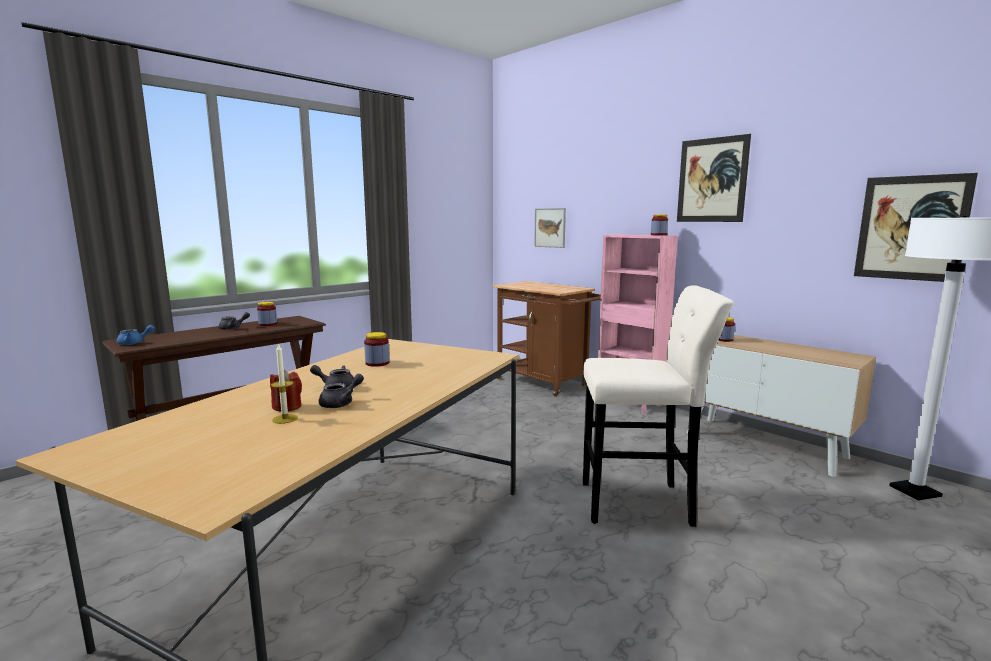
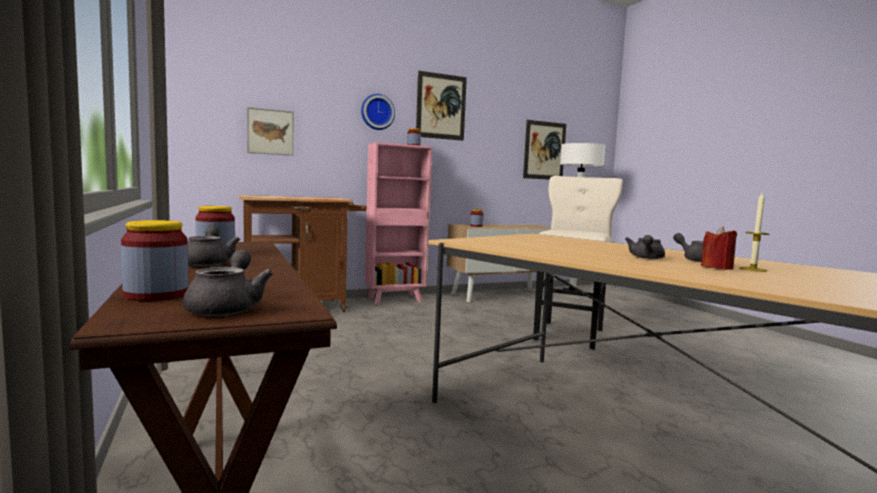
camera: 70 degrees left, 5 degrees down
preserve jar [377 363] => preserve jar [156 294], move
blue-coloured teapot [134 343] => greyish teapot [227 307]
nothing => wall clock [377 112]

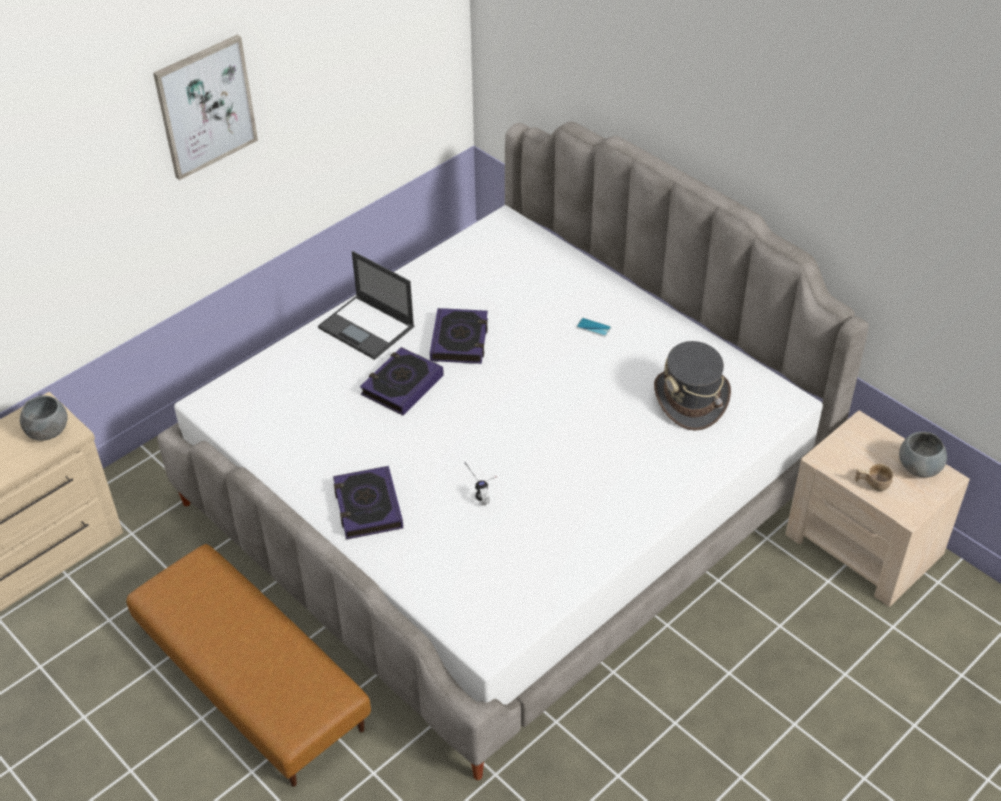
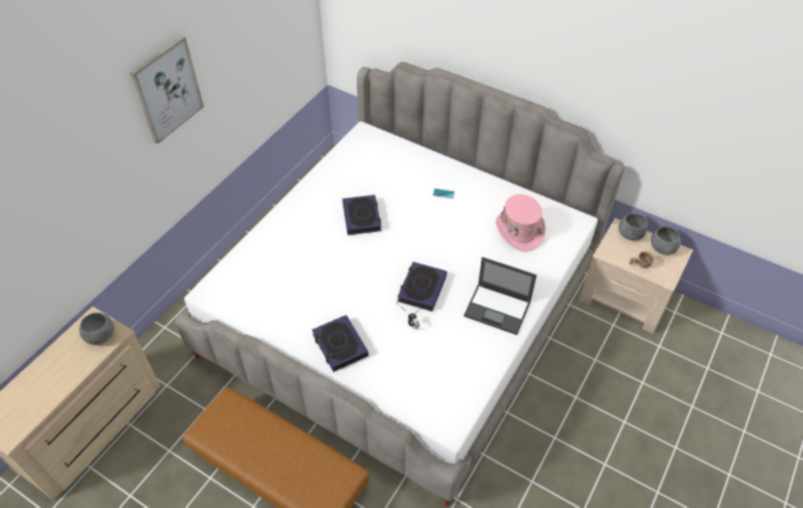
camera: 15 degrees left, 5 degrees up
book [402 385] => book [422 289], move
portable computer [367 328] => portable computer [498 309], move
greyish wearable hat [691 399] => pinkish wearable hat [519 231]
nothing => greyish deep dish [630 235]

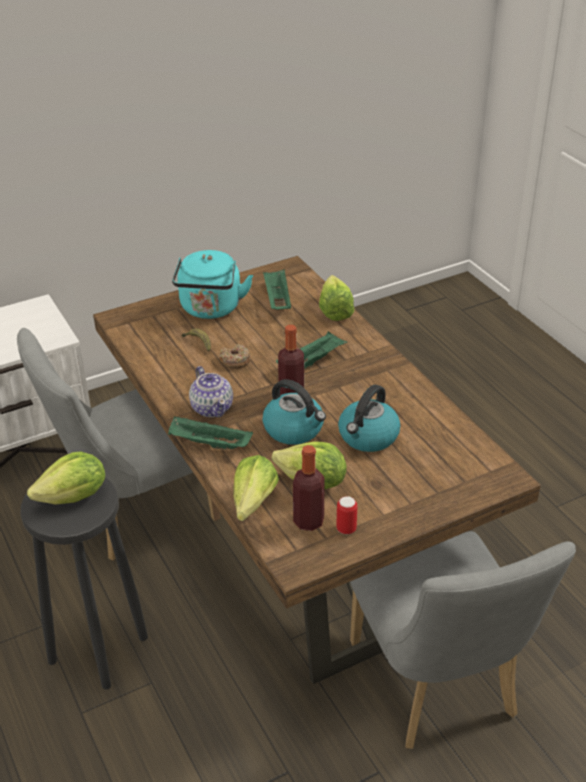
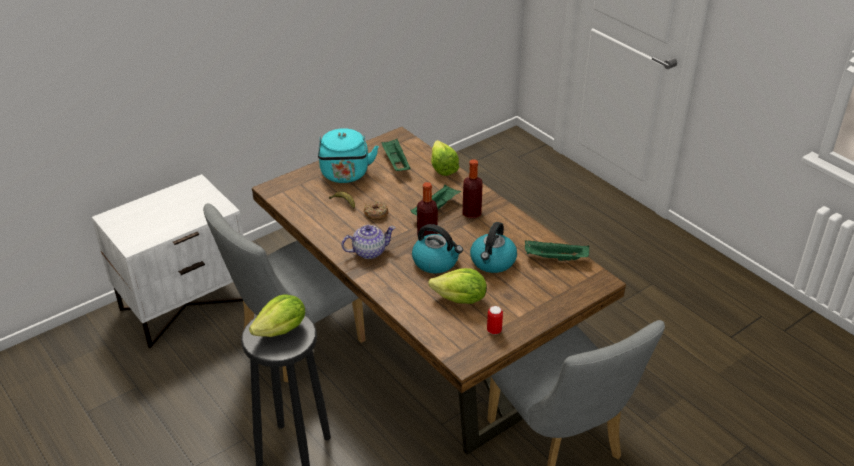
camera: 10 degrees left, 0 degrees up
teapot [212 408] => teapot [368 252], 75 degrees counterclockwise
bottle [308 521] => bottle [471 213], move
greenish serving tray [209 444] => greenish serving tray [554 258], move
lettuce [250 507] => nothing

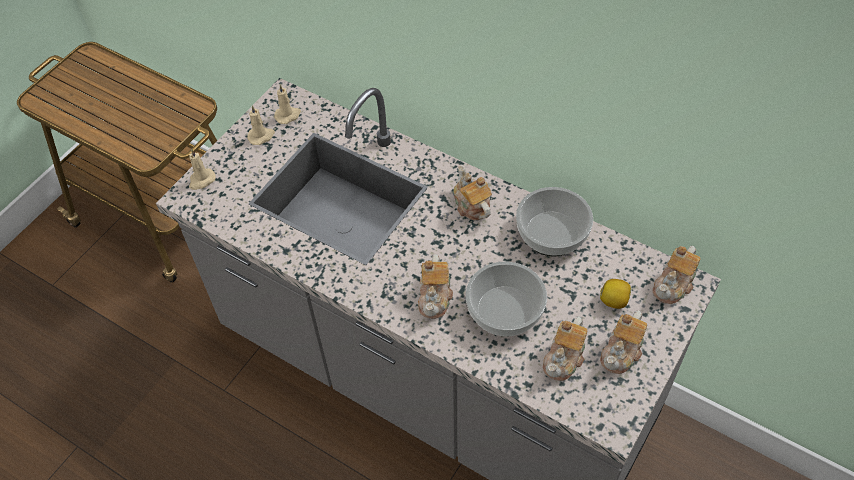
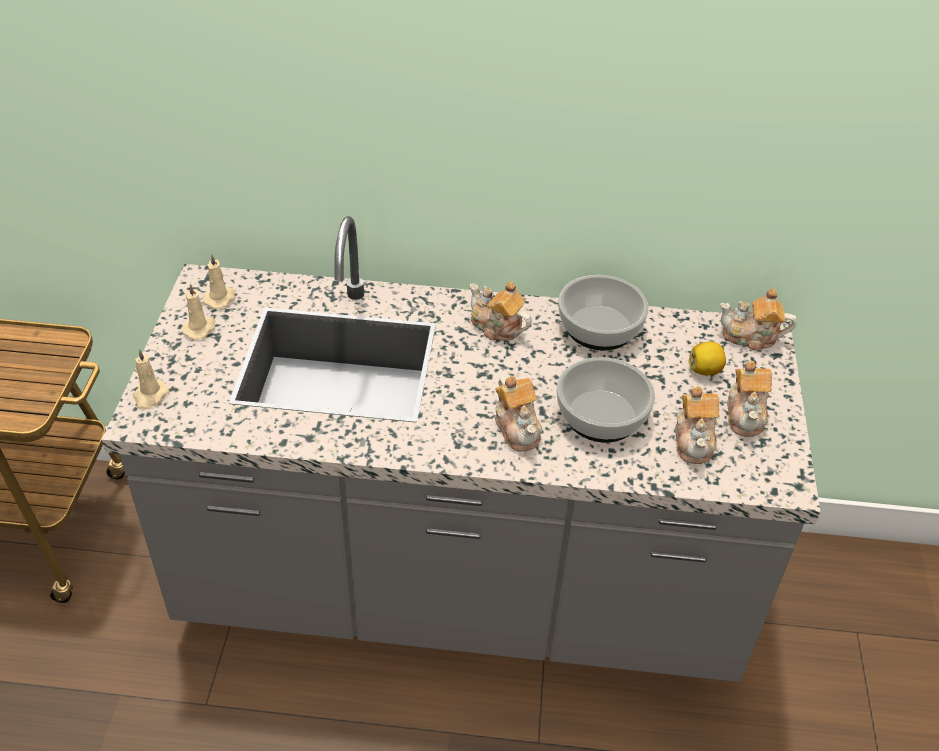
camera: 30 degrees left, 10 degrees down
teapot [674 285] => teapot [751 337], 90 degrees clockwise

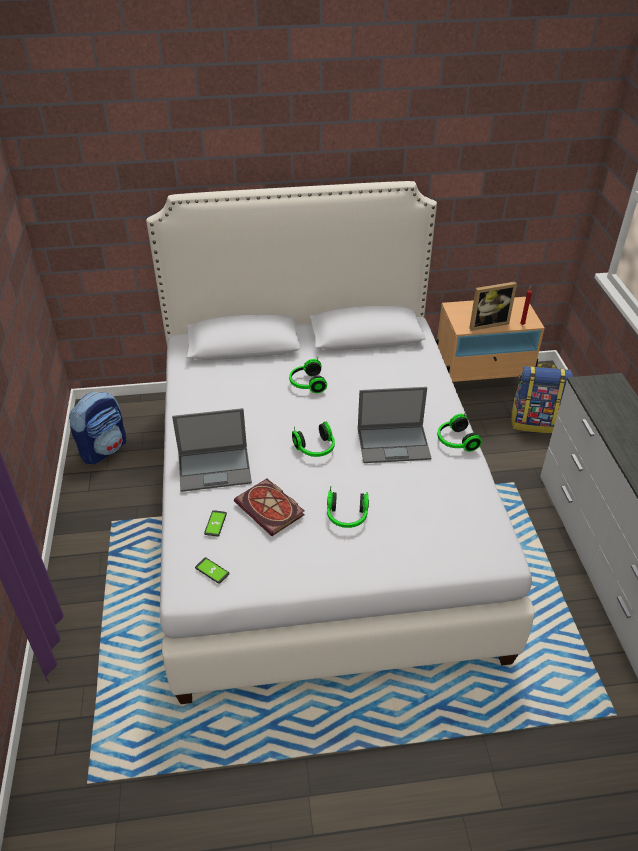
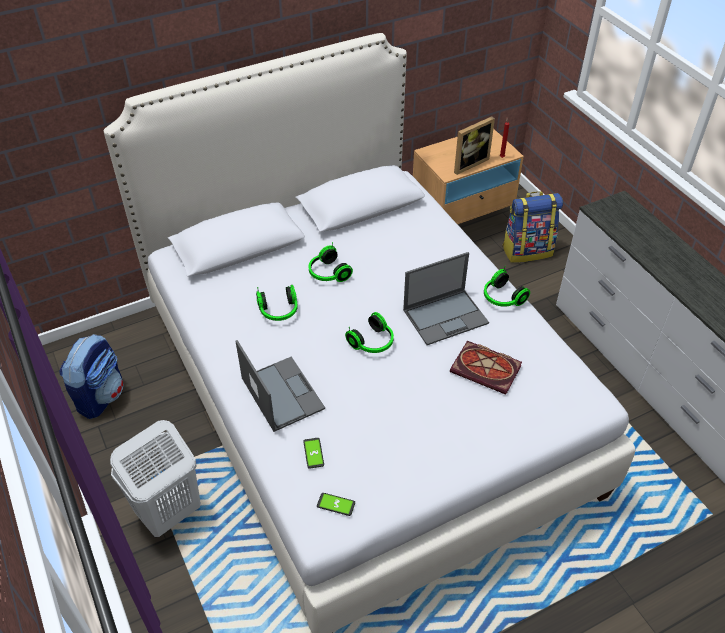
camera: 20 degrees left, 5 degrees up
nothing => whitish laundry basket [168 513]
portable computer [215 468] => portable computer [281 393], 90 degrees counterclockwise
pair of headphones [347 517] => pair of headphones [279 311], move
book [271 509] => book [487 369], move

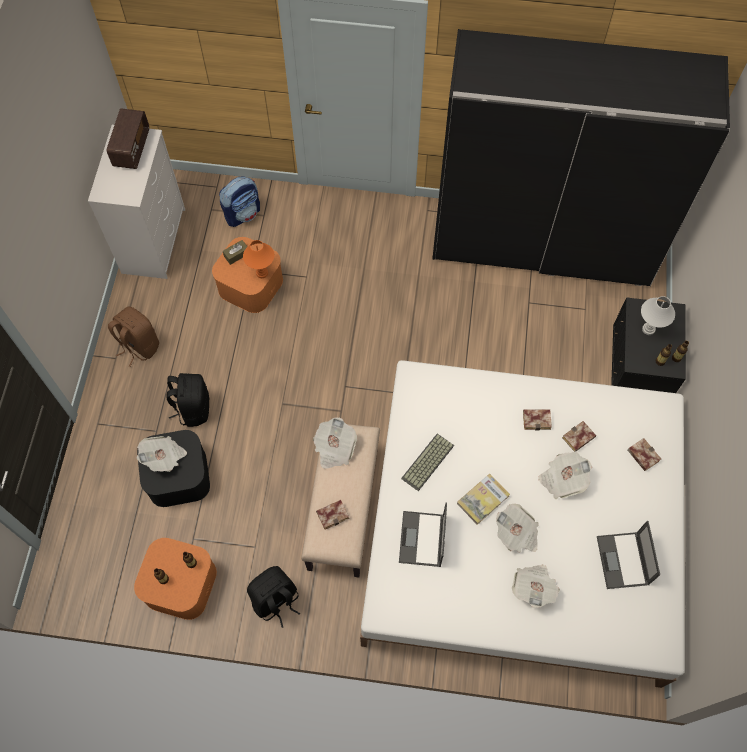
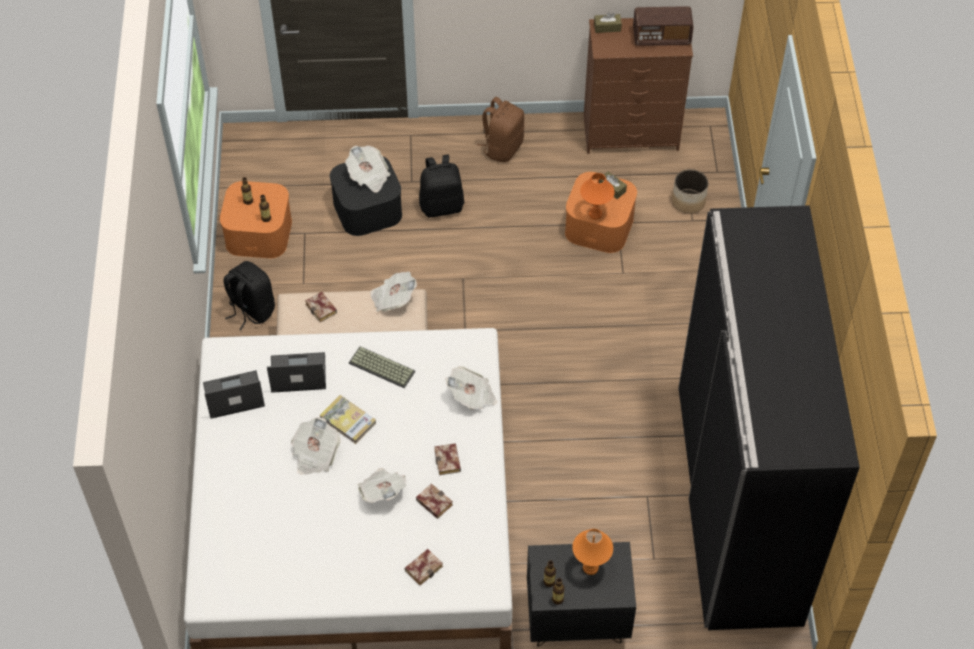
camera: 80 degrees right, 10 degrees down
portable computer [623 561] => portable computer [233 395], move
newspaper [533 587] => newspaper [472 396], move
whitish table lamp [648 329] => orangey table lamp [590 567]
whitish dresser [154 240] => brownish dresser [631 132]
nothing => brownish tissue holder [607 27]
rucksack [243 213] => planter [688 201]

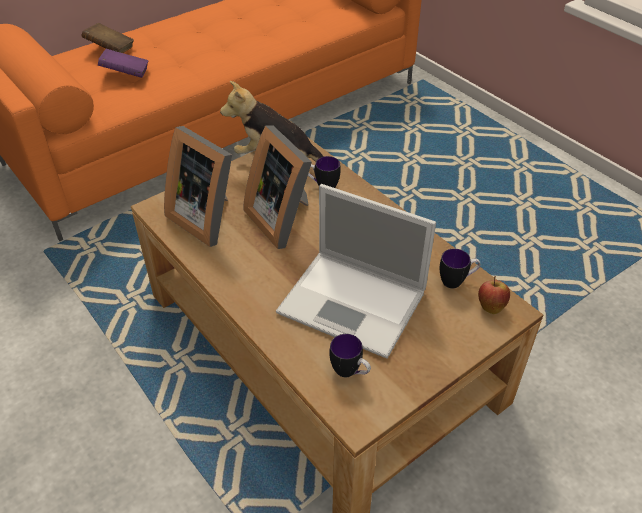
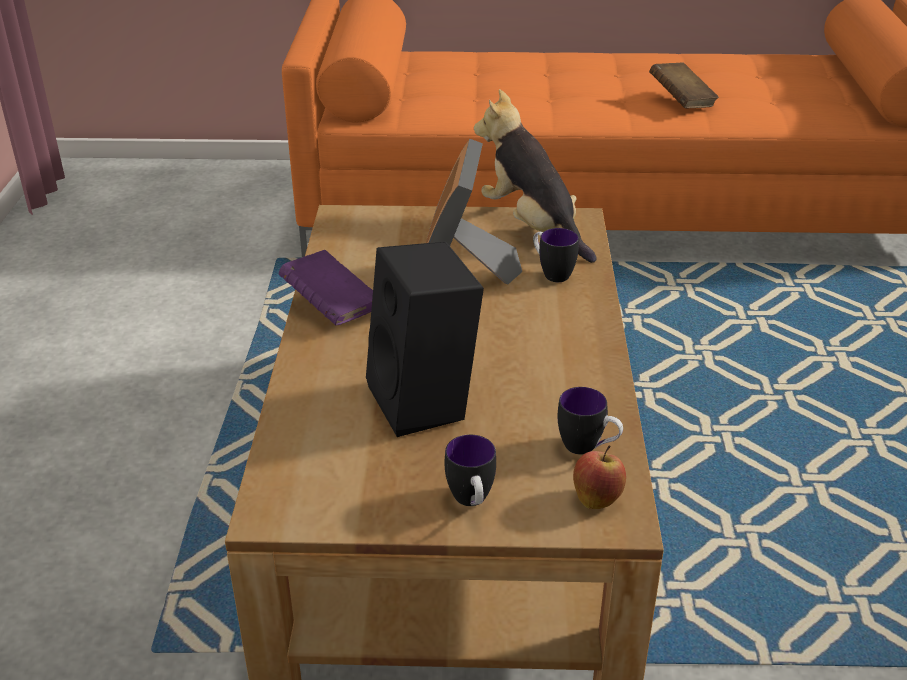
camera: 40 degrees right, 10 degrees down
purple-coloured book [126 74] => purple-coloured book [331 307], move
portable computer [354 303] => black-coloured audio speaker [426 403]
tea mug [350 372] => tea mug [472 502], move
brownish book [110 49] => brownish book [681 101], move
standing frame [207 217] => nothing

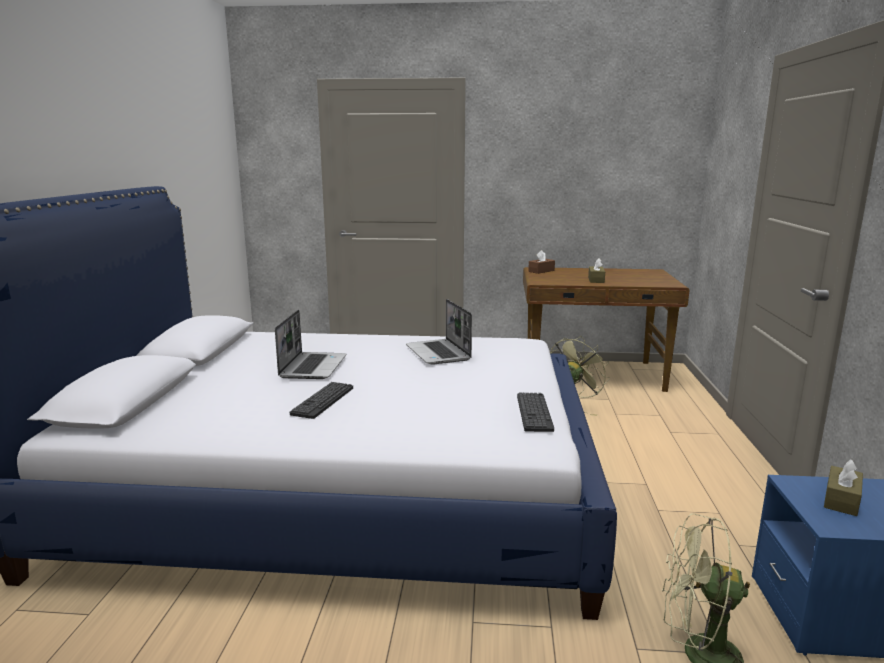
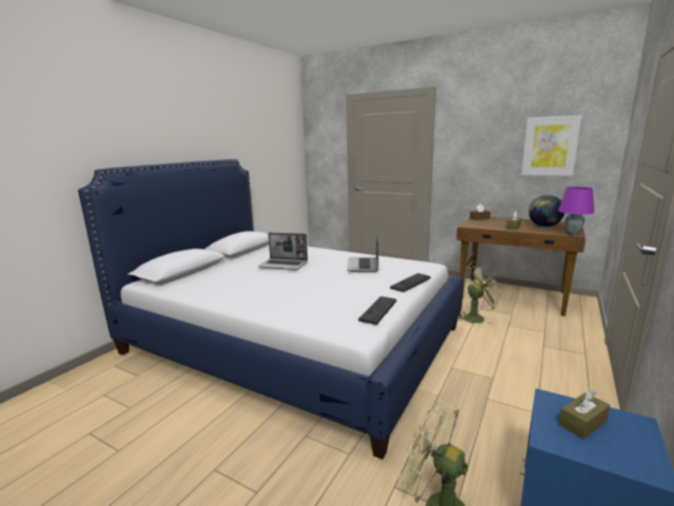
camera: 25 degrees right, 0 degrees up
portable computer [312 367] => portable computer [284 265], 75 degrees clockwise
PC keyboard [323 401] => PC keyboard [410 283], move
nothing => wall picture [550 146]
nothing => desk globe [544 226]
nothing => purple-coloured table lamp [572 233]

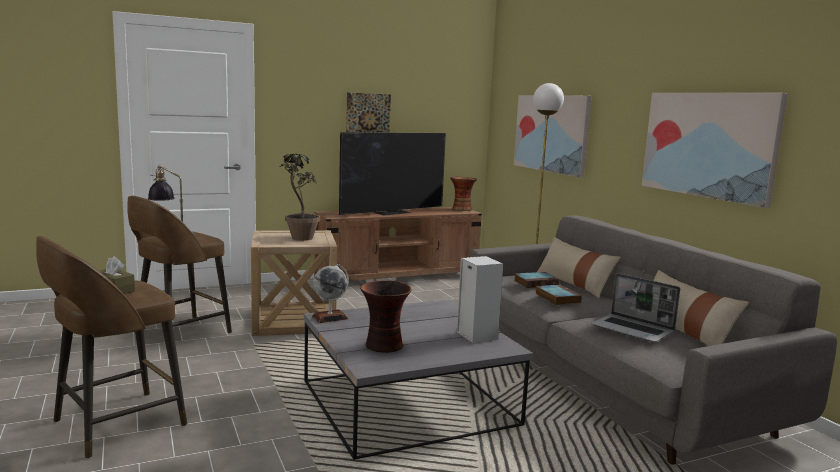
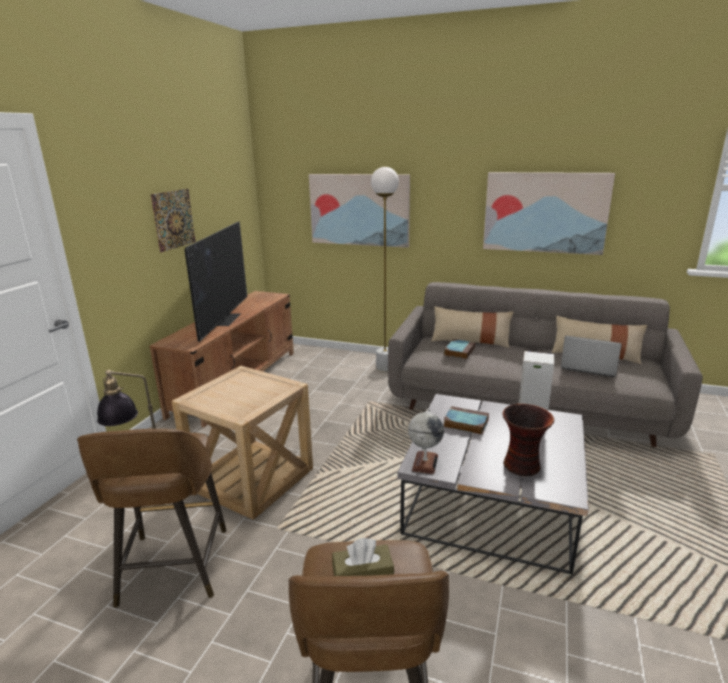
camera: 45 degrees left, 10 degrees up
book [557 298] => book [464 423], move
portable computer [633 330] => portable computer [588 367], 150 degrees counterclockwise
plant in a pot [299 240] => nothing
decorative vase [461 209] => nothing

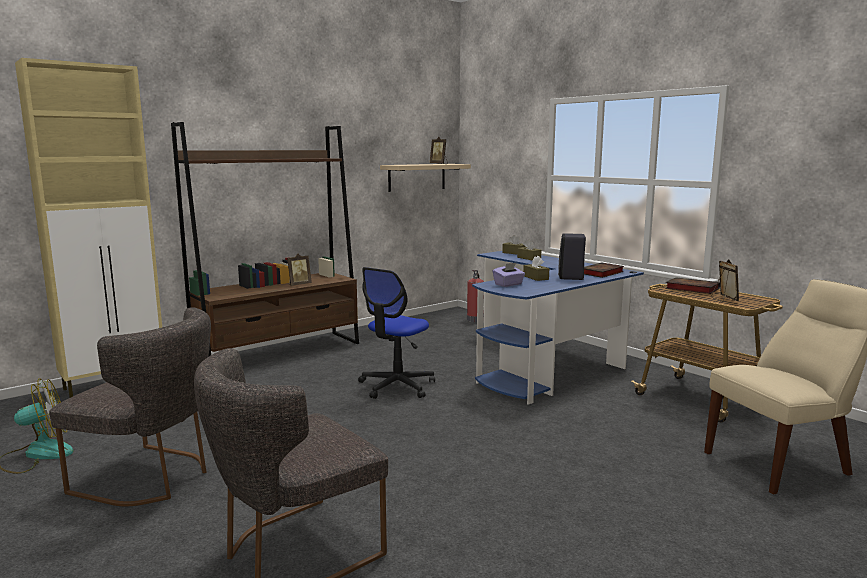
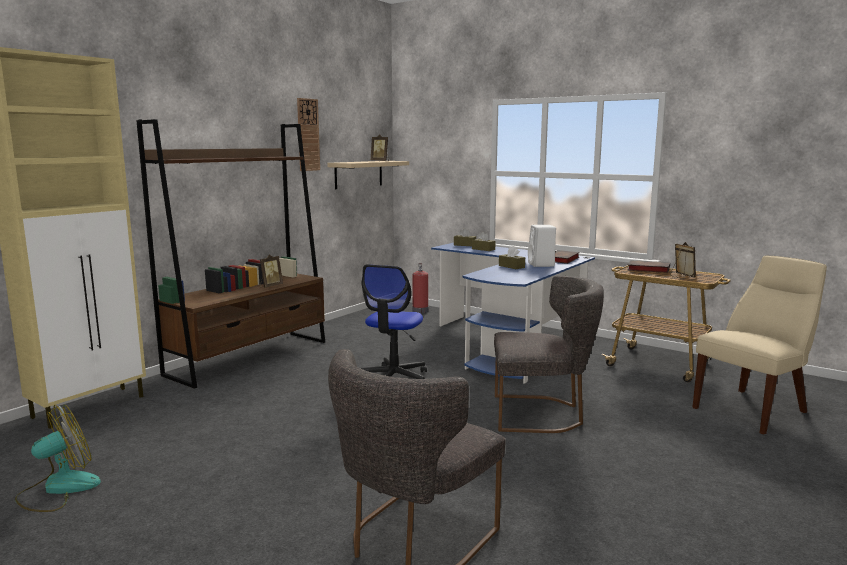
camera: 15 degrees left, 0 degrees up
nothing => wall clock [308 135]
greyish plain chair [152 478] => greyish plain chair [542 414], move
black-coloured audio speaker [571 277] => whitish audio speaker [541 265]
purple-coloured tissue holder [508 284] => nothing

